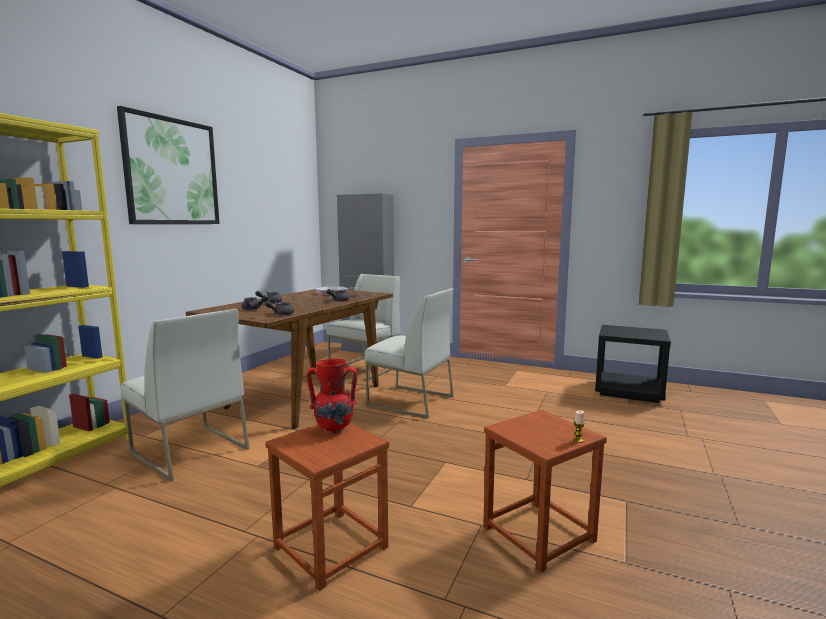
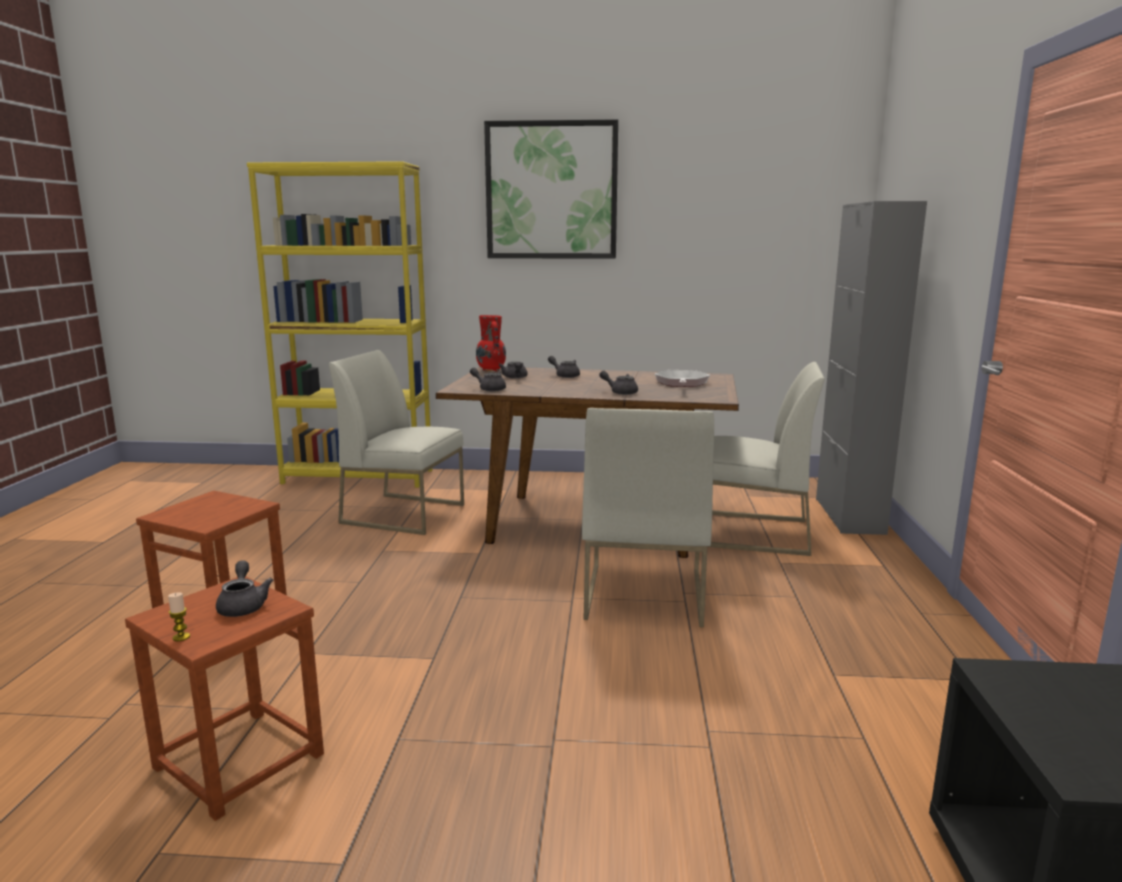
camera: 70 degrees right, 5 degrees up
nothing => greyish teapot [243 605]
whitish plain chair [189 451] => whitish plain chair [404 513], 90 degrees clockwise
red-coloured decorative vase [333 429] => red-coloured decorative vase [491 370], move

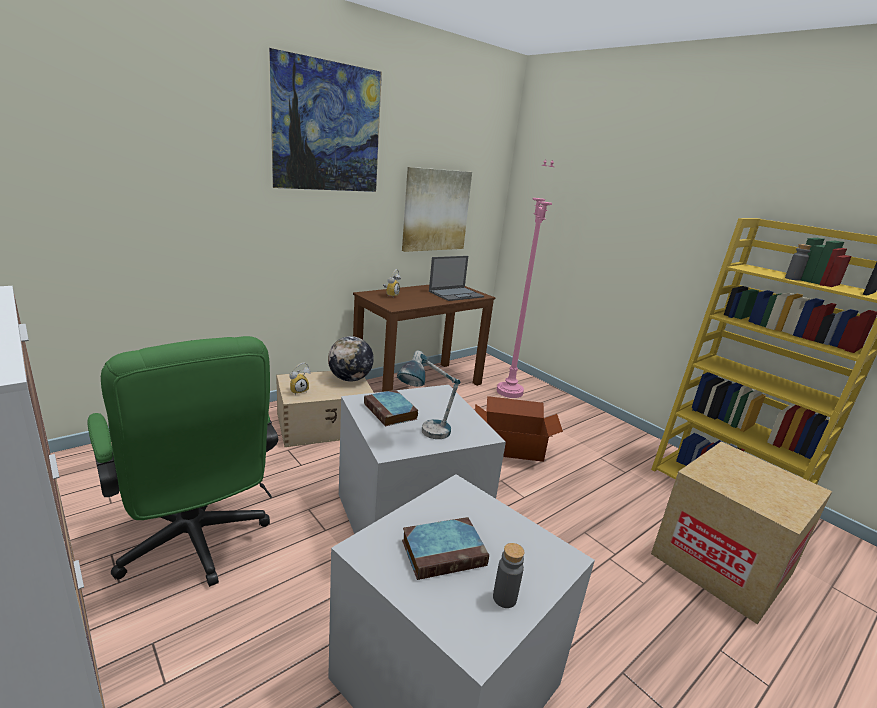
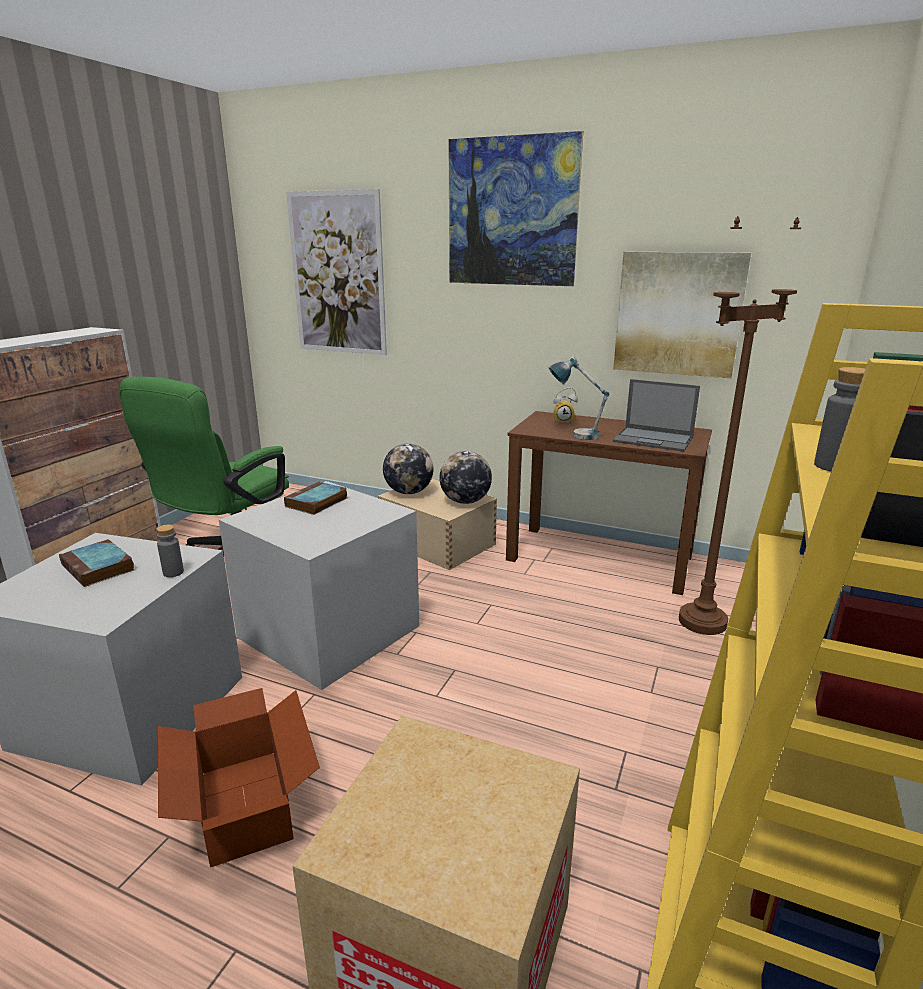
camera: 65 degrees right, 0 degrees up
greyish bottle [504 598] => greyish bottle [173 572], move
carton [512 448] => carton [244 806], move
nothing => wall picture [338 274]
table clock [298 391] => desk globe [408 492]
table lamp [425 435] => table lamp [574 434], move
pinkish standard lamp [510 392] => brownish standard lamp [702 622]

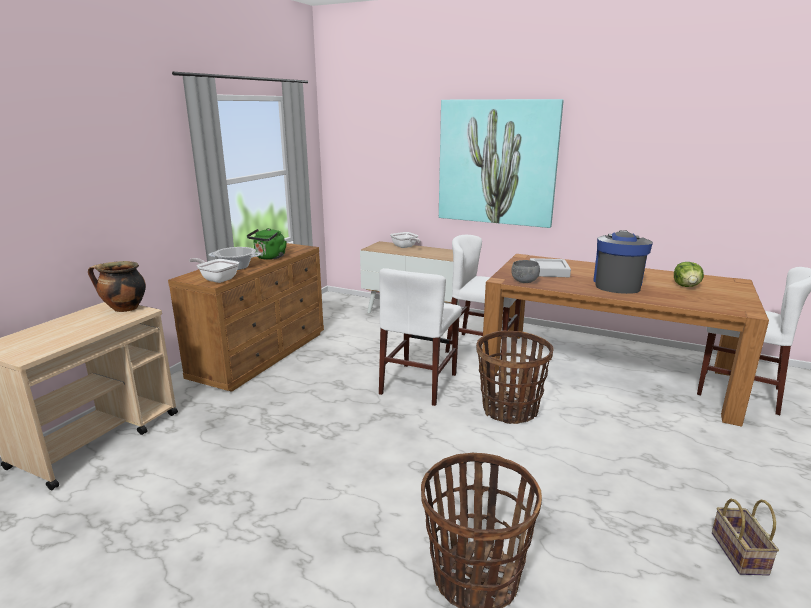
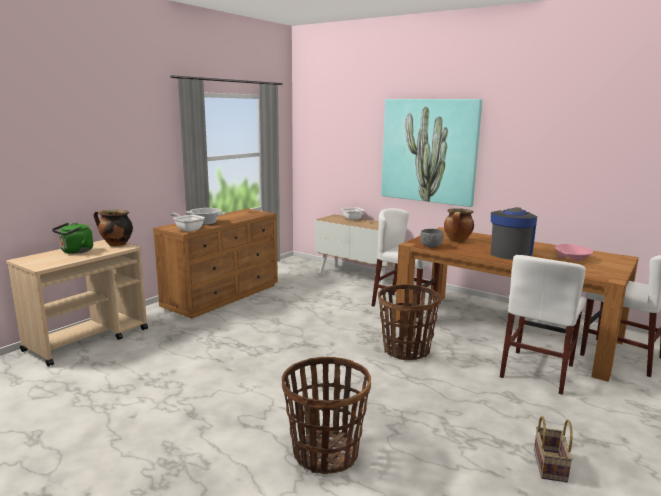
camera: 10 degrees right, 5 degrees down
greenish tea kettle [269 257] => greenish tea kettle [75 251], move
greyish serving tray [548 271] => cooking pot [457 241]
whitish plain chair [419 383] => whitish plain chair [537 371], move
lettuce [686 286] => pinkish deep dish [572 258]

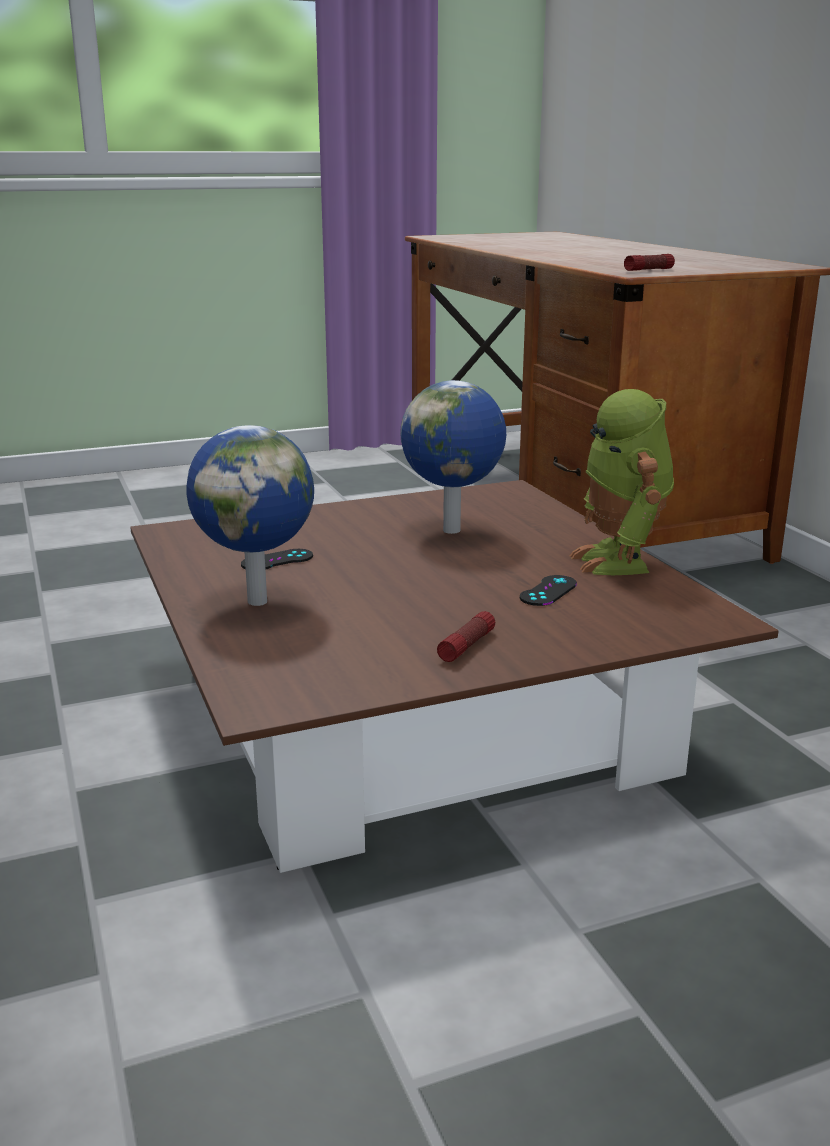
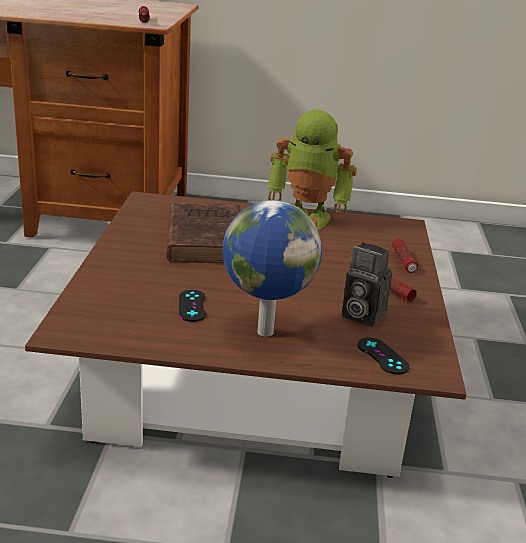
camera: 65 degrees left, 5 degrees up
desk globe [454 531] => brownish book [205 238]
nothing => still camera [360 315]
black-coloured game controller [548 591] => black-coloured game controller [382 356], move
nothing => flashlight [403 261]

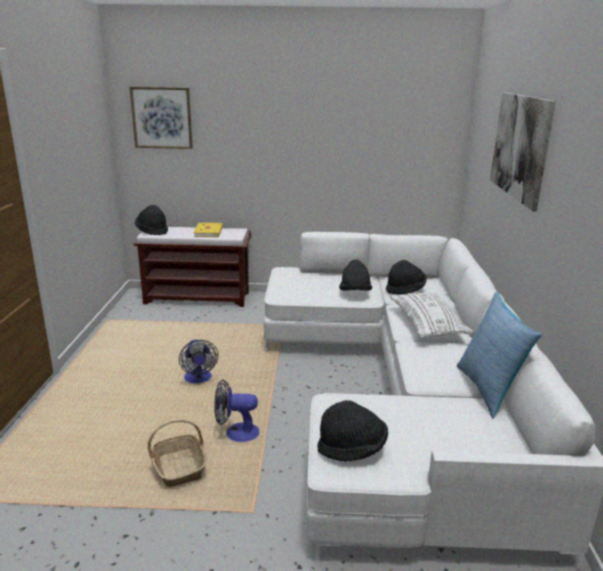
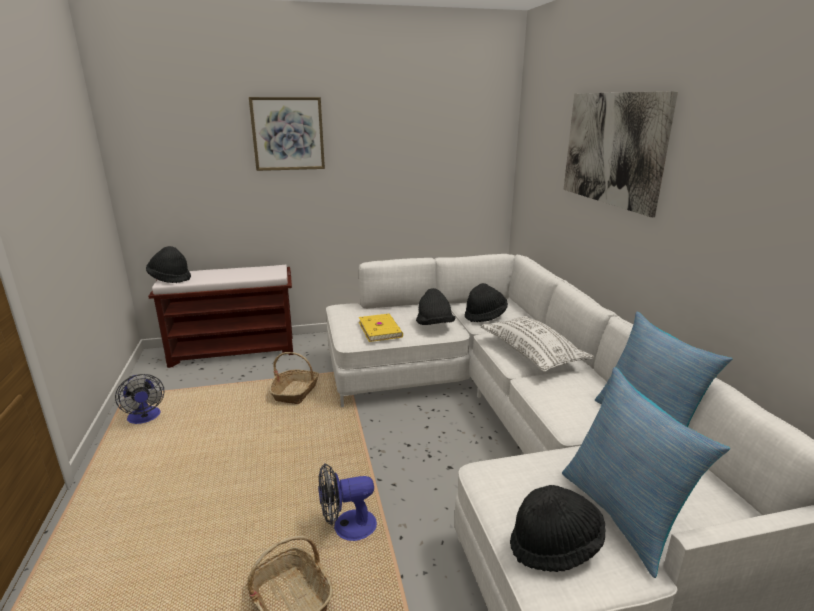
camera: 15 degrees left, 0 degrees up
cooling fan [198 379] => cooling fan [145 418], move
wall picture [162 118] => wall picture [288 134], move
nothing => storage basket [295 392]
yellow book [209 232] => yellow book [381 329], move
nothing => pillow [623 514]

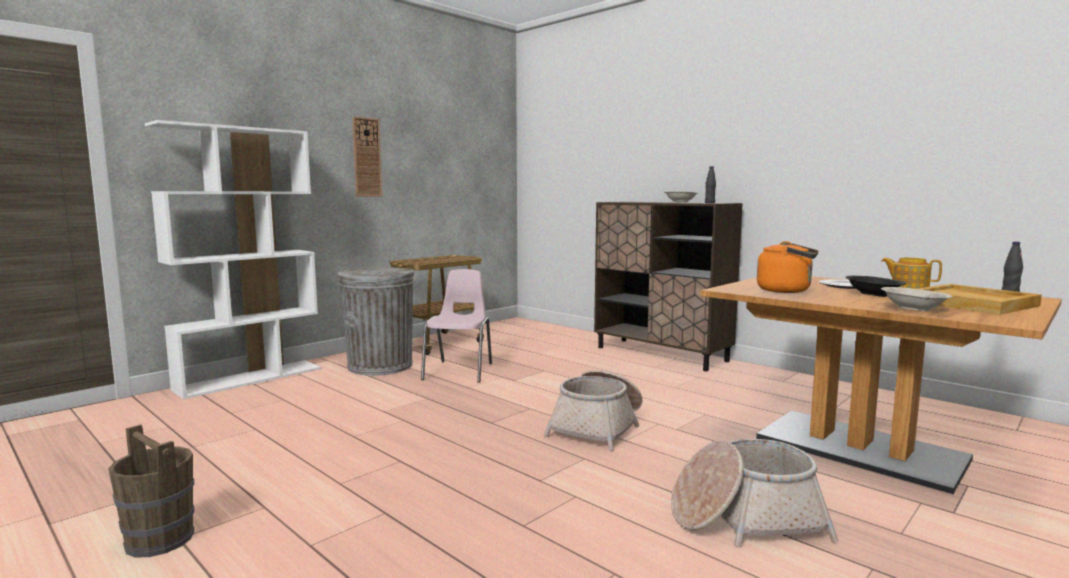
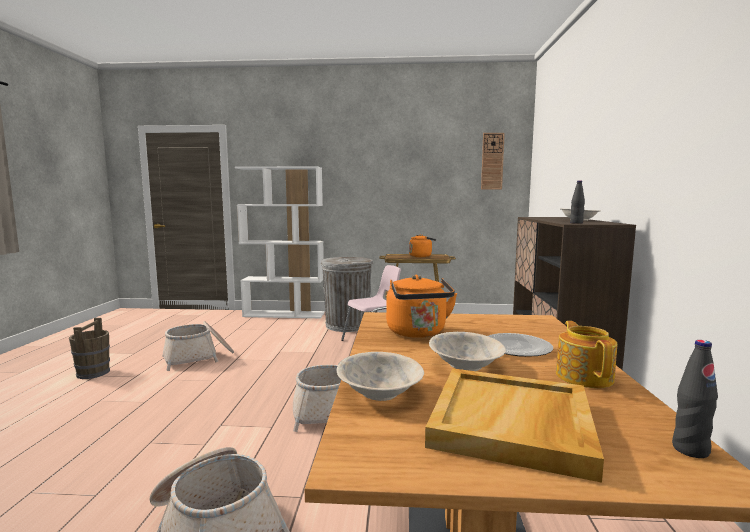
camera: 50 degrees right, 0 degrees up
nothing => storage basket [199 358]
nothing => orangey tea kettle [421 256]
black-coloured deep dish [873 295] => sand-coloured deep dish [466 365]
wall clock [367 157] => wall clock [492 161], move

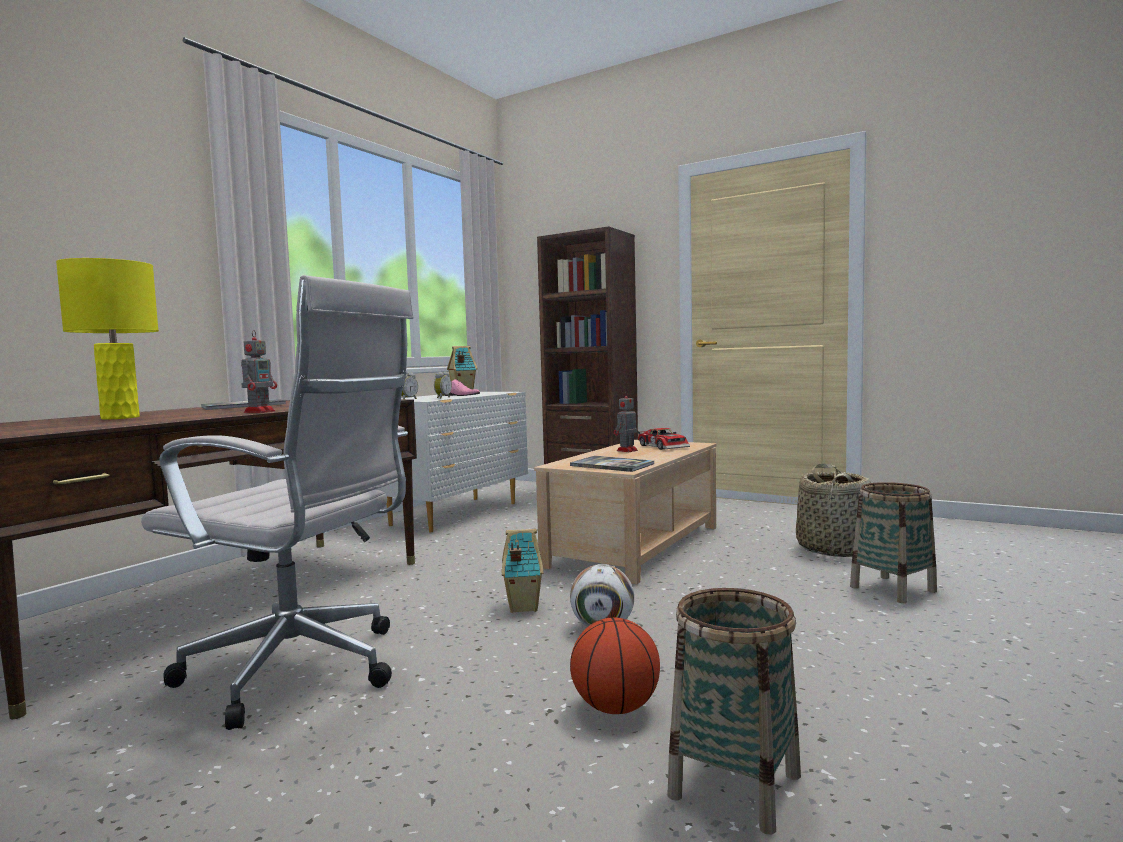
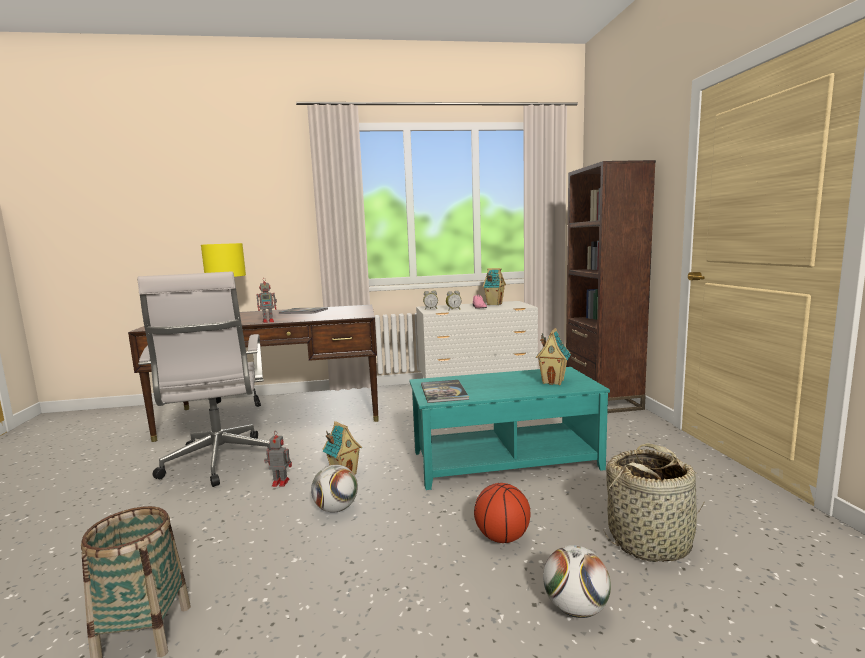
camera: 50 degrees right, 5 degrees up
robot figure [626 451] => robot figure [279 482], move
sand-coloured lounge table [636 546] => blue-green lounge table [504 460]
ball for basketball [616 708] => ball for basketball [502 537], move
miniature car [664 446] => miniature house [553 381]
storage basket [892 589] => football [575 608]

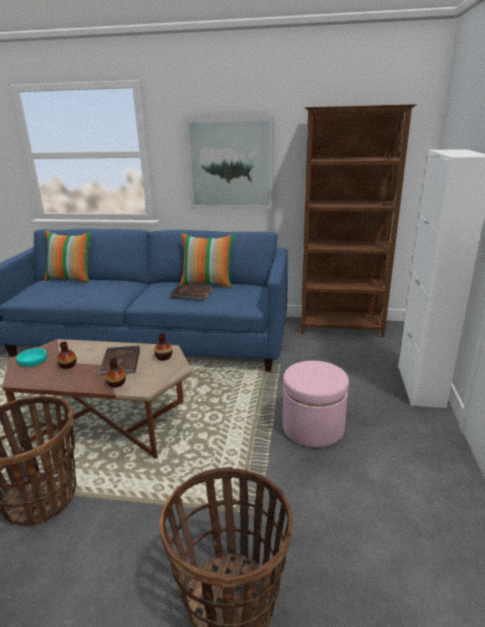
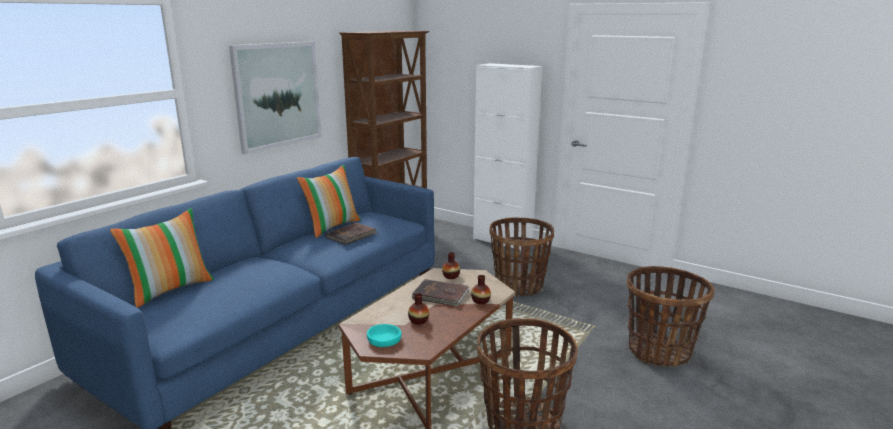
camera: 65 degrees left, 5 degrees down
pinkish pouffe [313 427] => storage basket [519 286]

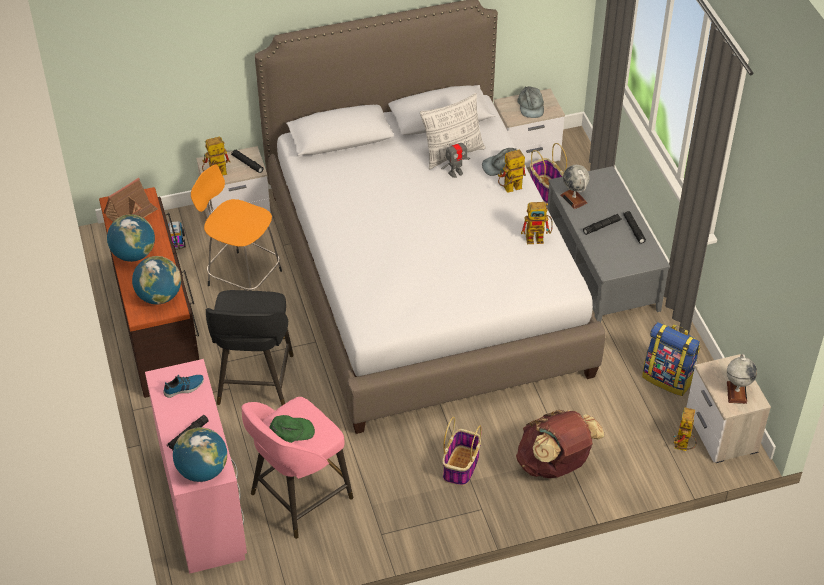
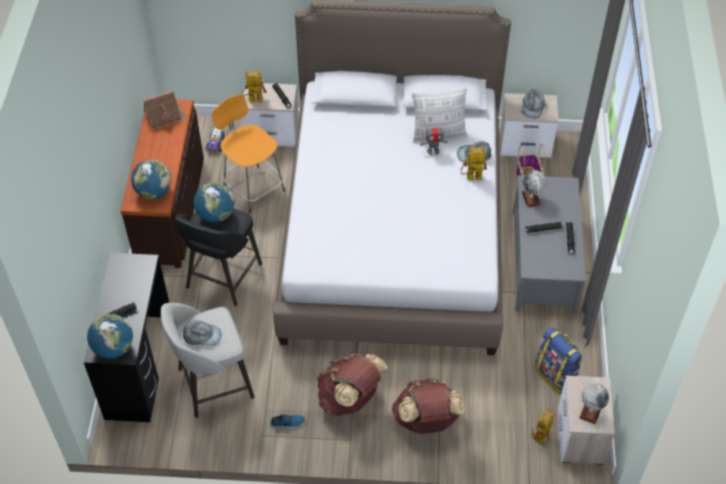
camera: 20 degrees right, 5 degrees up
pinkish desk table [202 504] => black-coloured desk table [139 366]
pinkish stool seat [299 497] => greyish stool seat [213 384]
greenish peaked cap [291 432] => greyish peaked cap [202 335]
desk globe [133 254] => desk globe [215 215], move
item of footwear [184 388] => item of footwear [287 423], move
storage basket [461 467] => brownish rucksack [350 398]
robot figure [538 238] => nothing

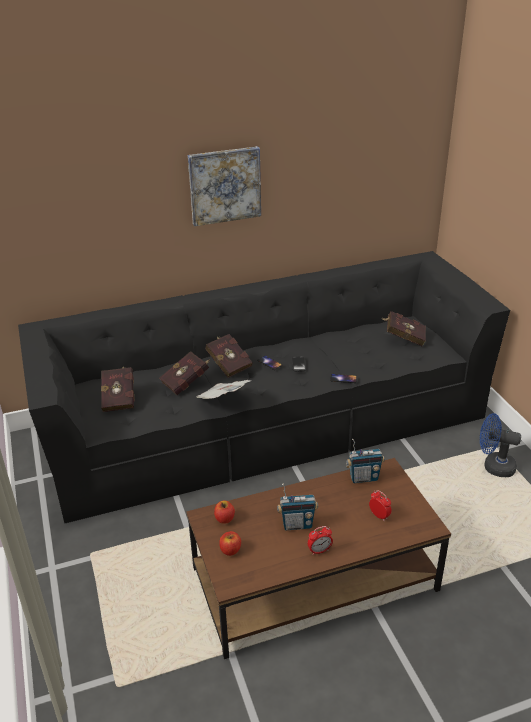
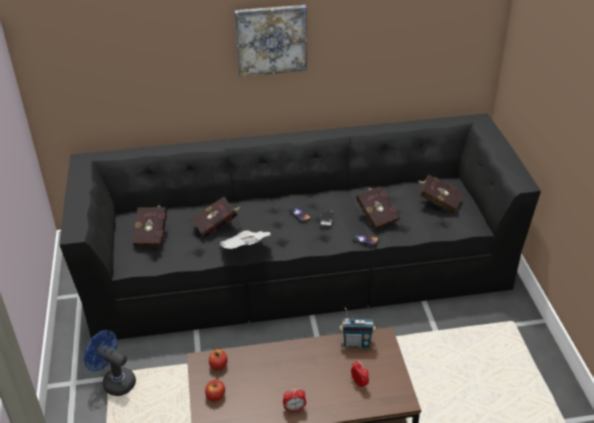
camera: 10 degrees right, 5 degrees up
blue-coloured cooling fan [493 466] => blue-coloured cooling fan [114 381], move
red-coloured book [228 364] => red-coloured book [376 215], move
radio [297 524] => nothing

